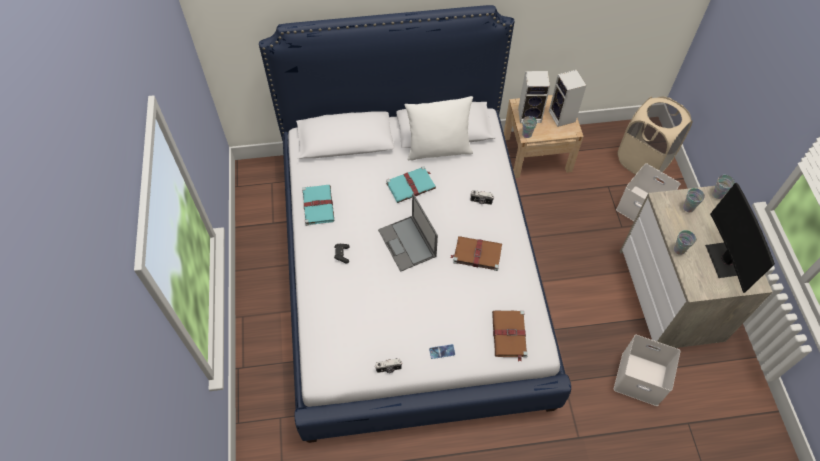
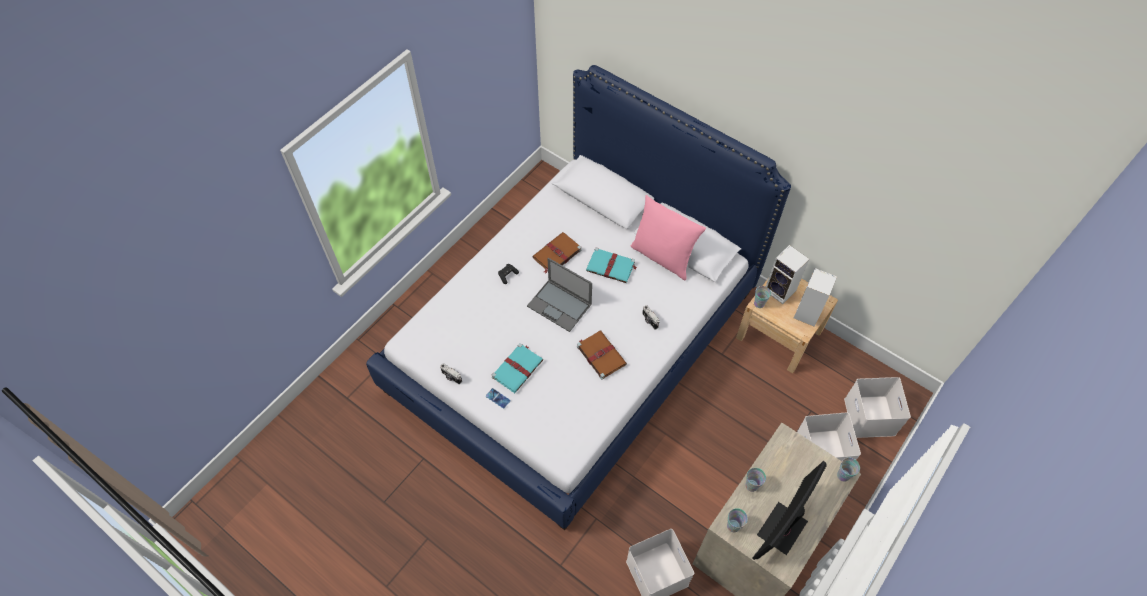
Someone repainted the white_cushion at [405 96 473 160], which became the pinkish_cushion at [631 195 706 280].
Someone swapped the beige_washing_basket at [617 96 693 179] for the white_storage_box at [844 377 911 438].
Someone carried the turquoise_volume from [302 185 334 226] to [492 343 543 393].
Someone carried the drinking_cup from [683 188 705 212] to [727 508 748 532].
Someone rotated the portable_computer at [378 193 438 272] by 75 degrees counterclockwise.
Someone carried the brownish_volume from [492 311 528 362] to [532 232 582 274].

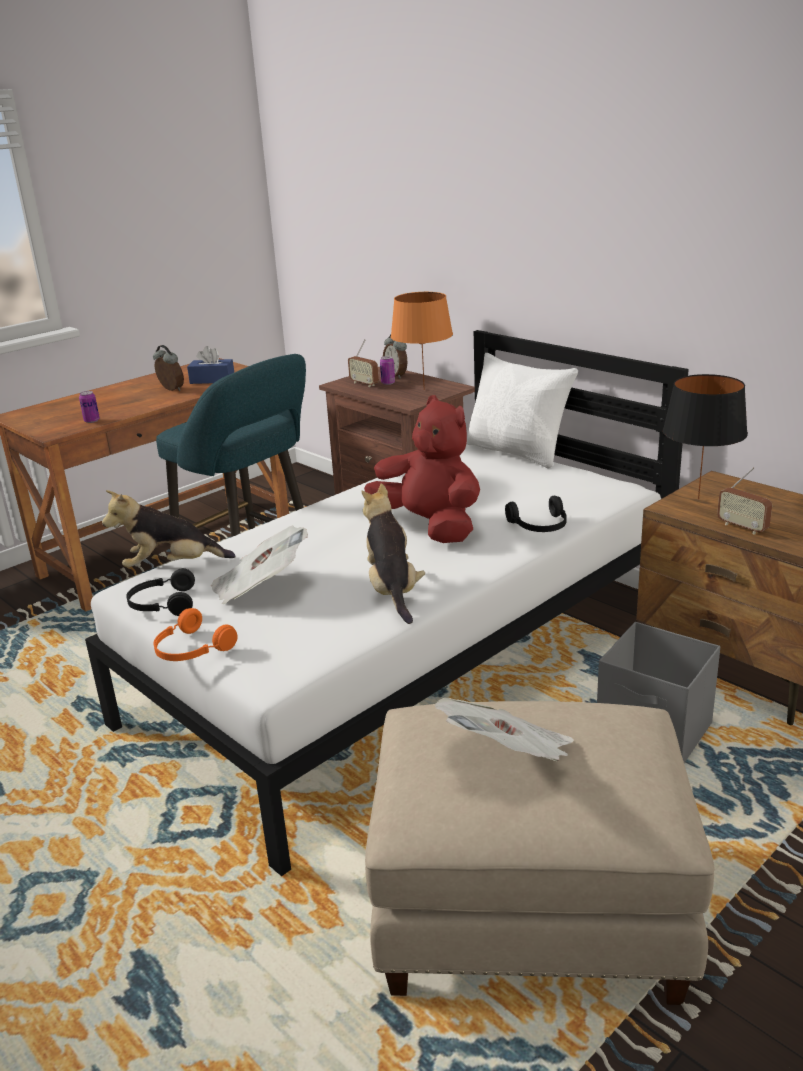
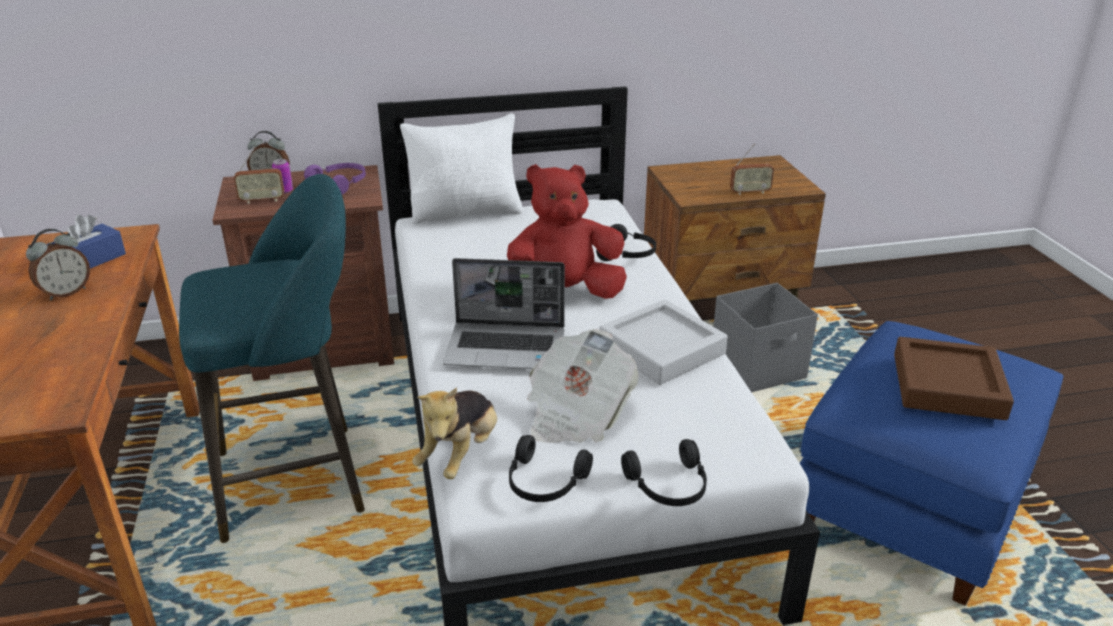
Someone swapped the orange_table_lamp at [391 292 453 390] for the purple_pair_of_headphones at [304 163 366 194].
Someone rotated the table_clock at [153 345 184 391] by 150 degrees clockwise.
Someone took away the black_table_lamp at [663 374 748 500].
Someone took away the can at [79 391 100 423].
Someone swapped the plush_toy at [362 483 425 624] for the greyish_tray at [599 299 728 385].
Someone repainted the orange_pair_of_headphones at [154 608 238 661], which became the black_pair_of_headphones at [621 439 707 506].
Someone swapped the daily_paper at [435 698 574 761] for the brownish_tray at [894 337 1014 420].
Someone repainted the beige_footrest at [365 701 715 1005], which became the blue_footrest at [800 321 1063 606].
Someone put down the portable_computer at [443 258 565 369].

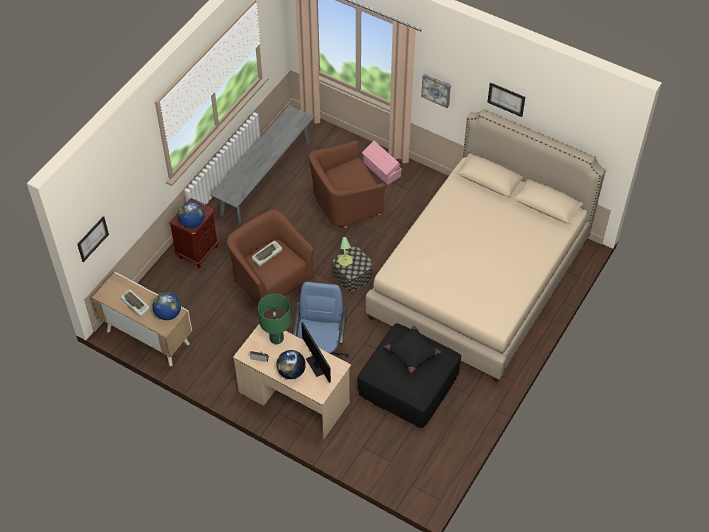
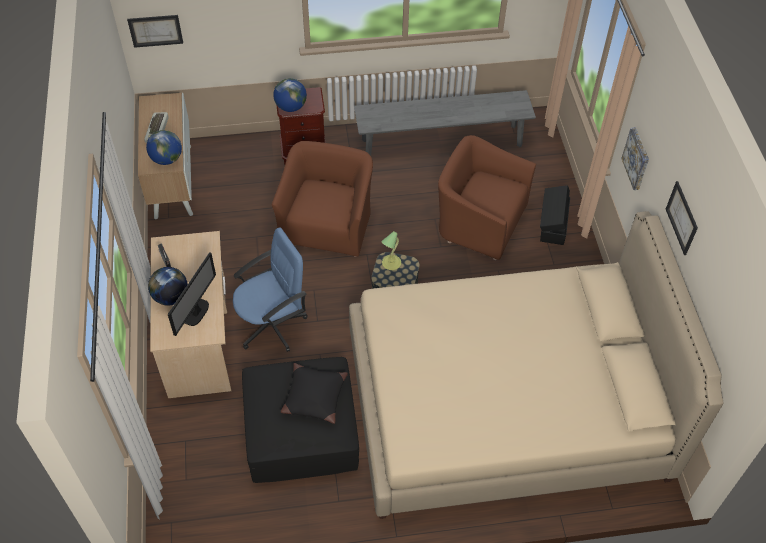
Someone repainted the pinkish_storage_box at [362 141 401 185], which became the black_storage_box at [540 185 570 245].
Someone took away the keyboard at [252 241 282 266].
Someone took away the green-coloured_table_lamp at [258 294 291 344].

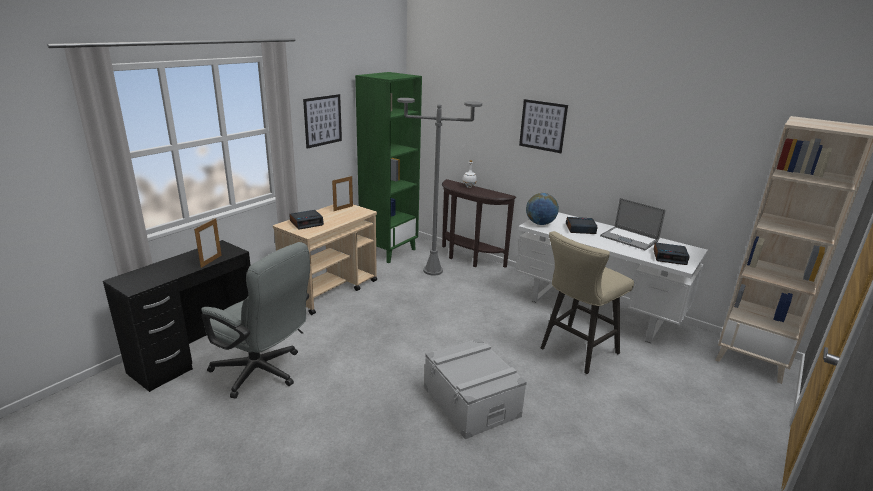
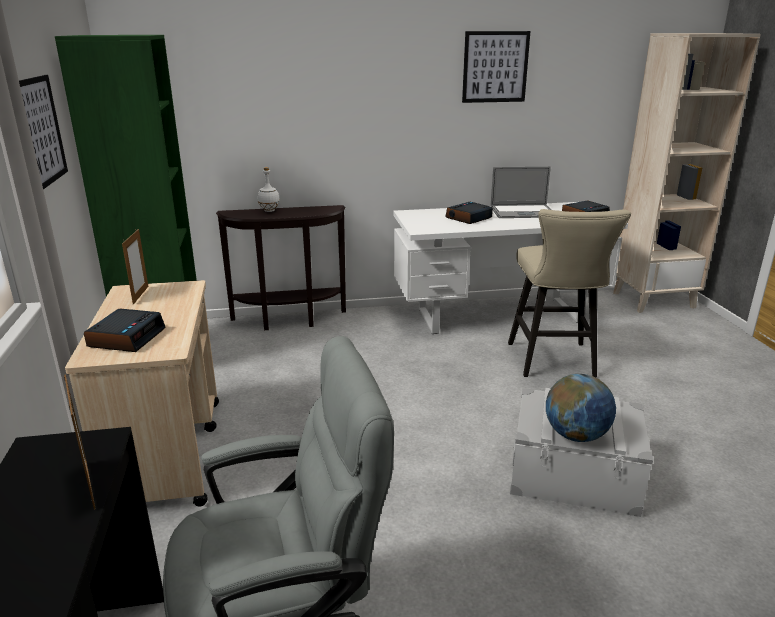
Someone took away the greyish_floor_lamp at [397 98 482 276].
Someone carried the wall_art from [519 99 568 153] to [462 31 531 103].
Someone carried the globe from [526 193 559 225] to [546 374 616 442].

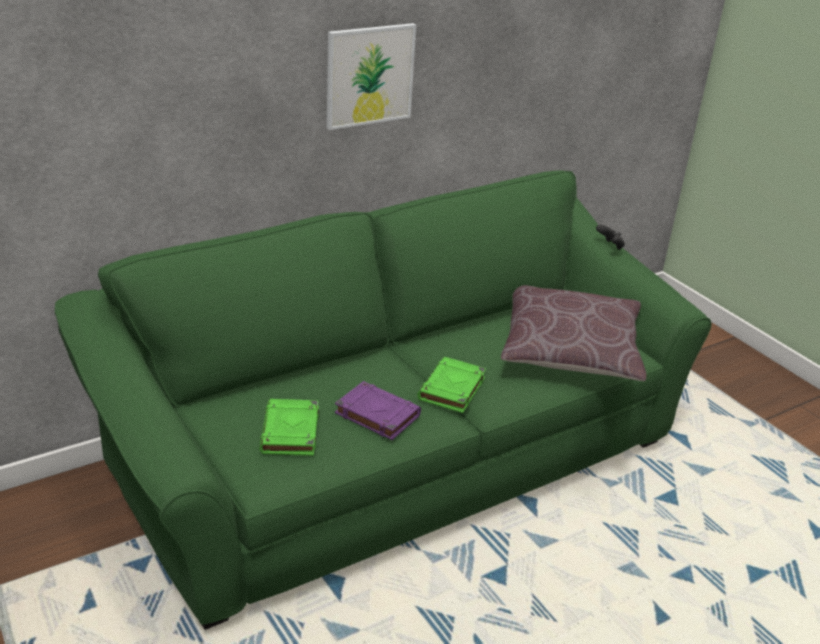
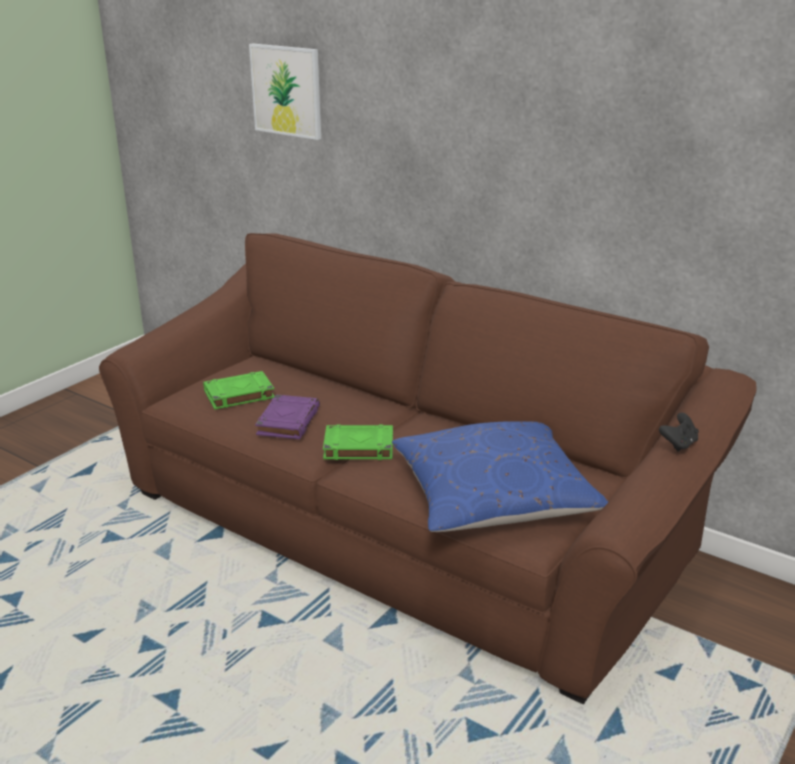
Someone carried the wall_art from [327 23 416 130] to [249 44 321 140].
Someone repainted the green-coloured_couch at [55 171 712 630], which became the brownish_couch at [99 233 757 704].
Someone repainted the brownish_cushion at [501 285 646 381], which became the blue_cushion at [392 421 608 532].

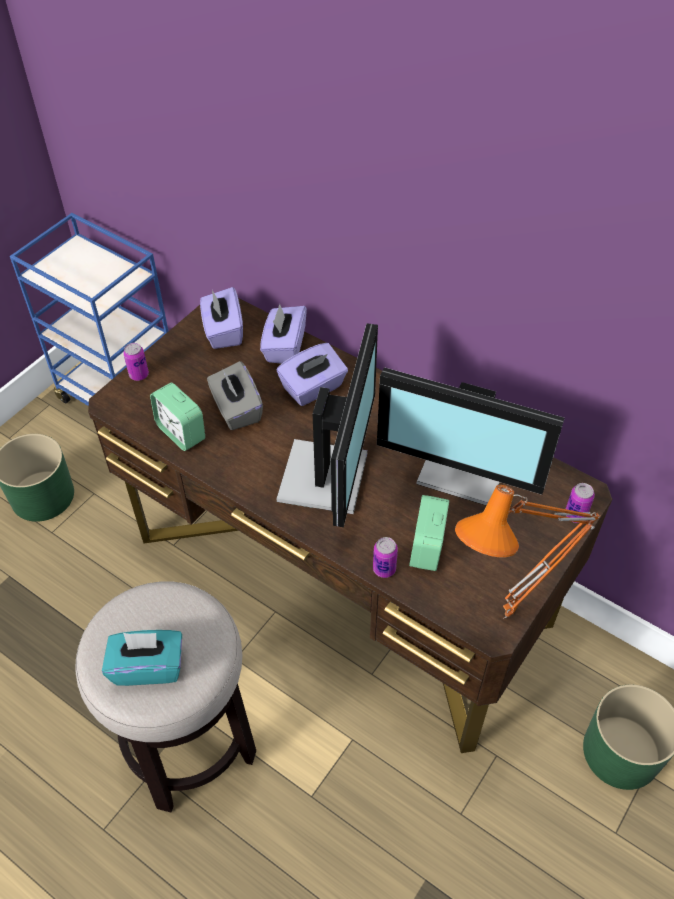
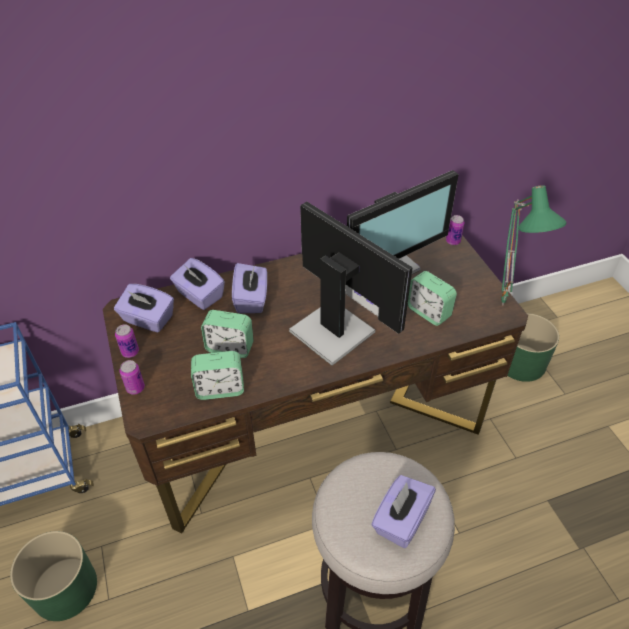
Someone swapped the greyish_tissue_box at [207 361 263 430] for the table_clock at [201 310 254 358].
Someone repainted the orange_table_lamp at [455 485 600 619], which became the green-coloured_table_lamp at [501 185 566 305].
Someone carried the can from [373 537 398 578] to [115 324 139 358].
Someone repainted the turquoise_tissue_box at [102 630 182 686], which became the purple_tissue_box at [371 475 436 548].

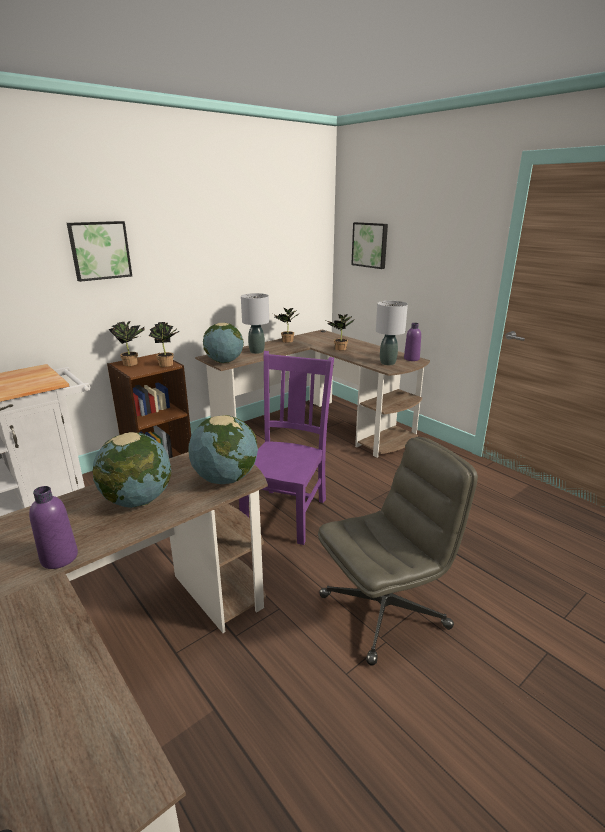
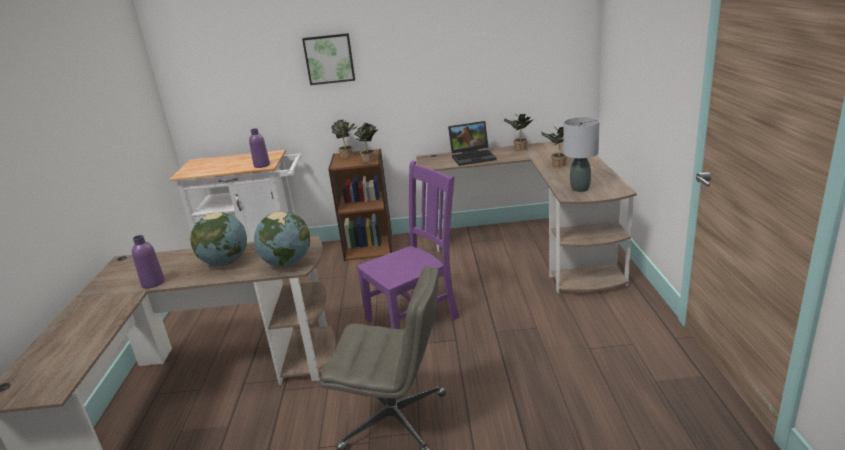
Someone took away the wall_art at [351 222 388 269].
Someone swapped the greyish_table_lamp at [241 293 269 354] for the portable_computer at [448 121 497 166].
Someone took away the globe at [203 323 244 363].
Someone carried the purple_bottle from [404 323 421 361] to [249 128 270 168].

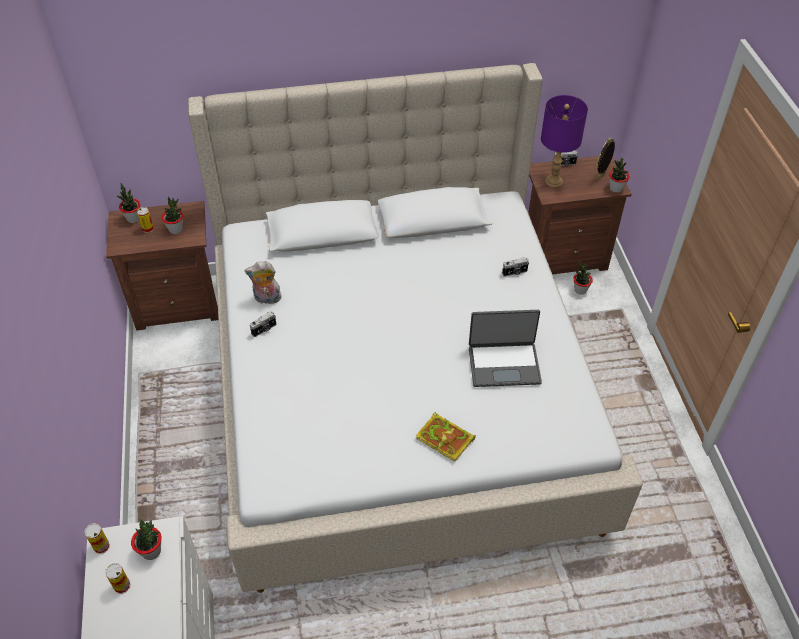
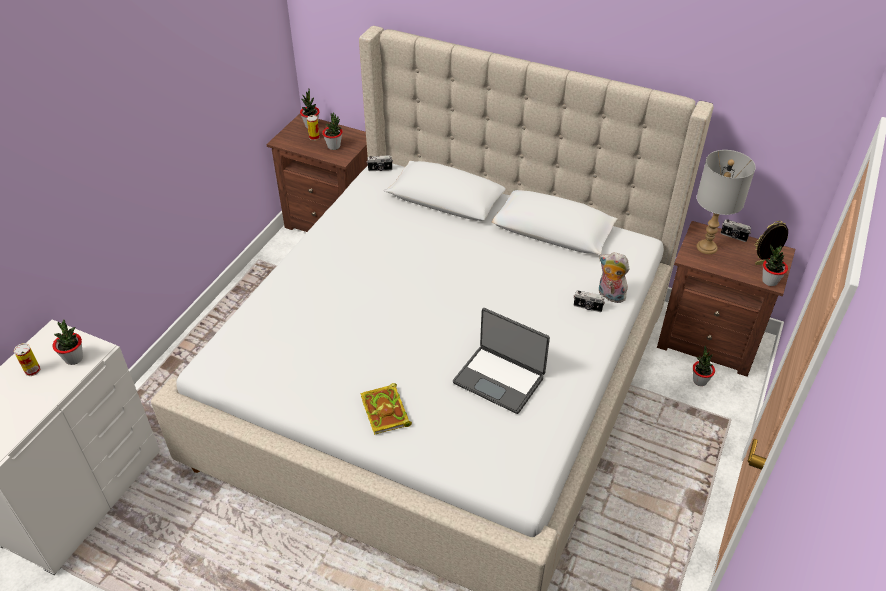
Someone repainted the purple_table_lamp at [541 95 588 188], which became the greyish_table_lamp at [696 150 756 254].
Someone carried the plush_toy from [244 261 282 304] to [599 252 630 303].
Someone carried the photo_camera from [250 311 276 337] to [367 155 393 171].
Someone took away the can at [85 523 110 554].

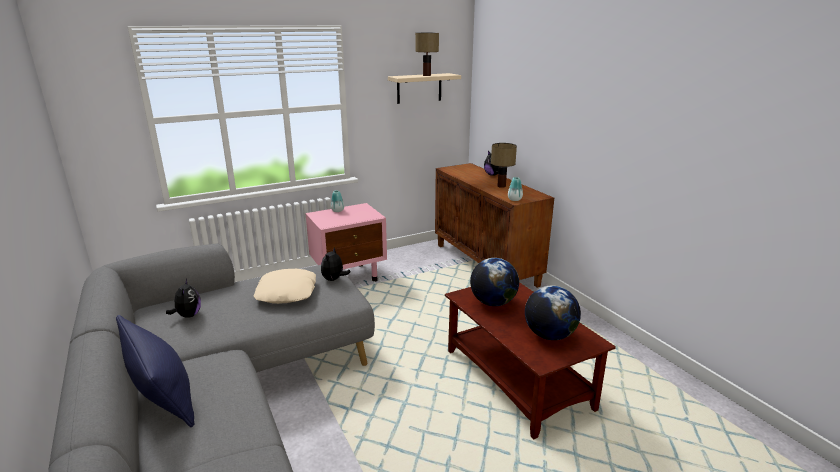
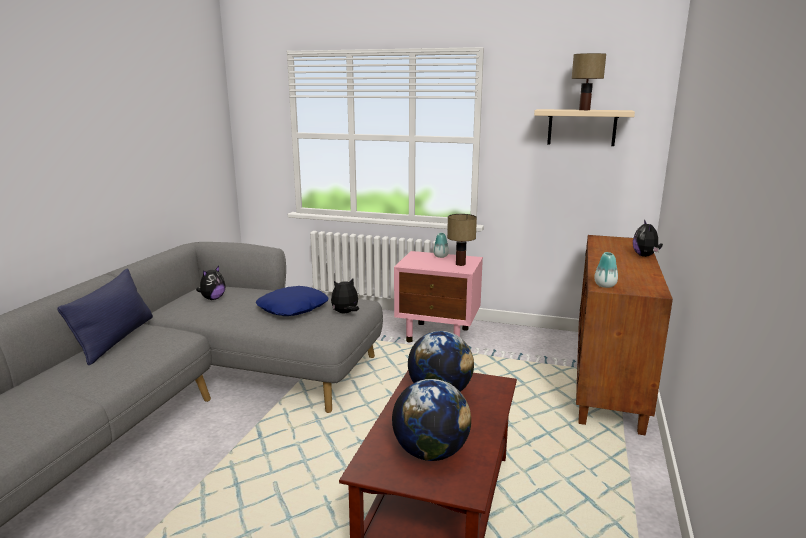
Someone carried the table_lamp from [491 143 517 188] to [447 214 477 266].
Someone repainted the beige_cushion at [253 269 316 304], which became the blue_cushion at [256 286 329 316].

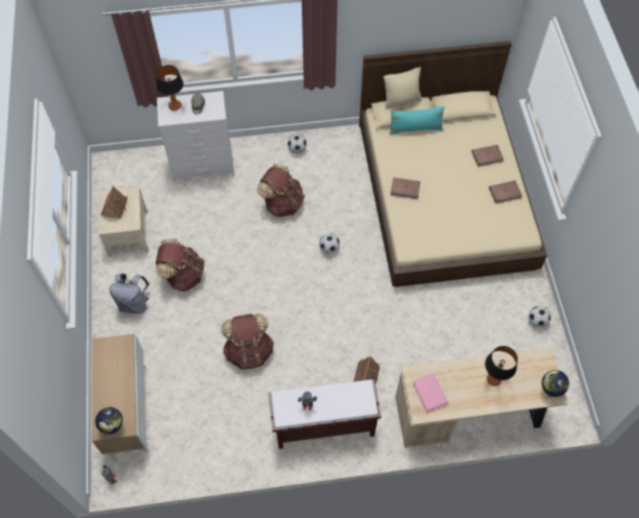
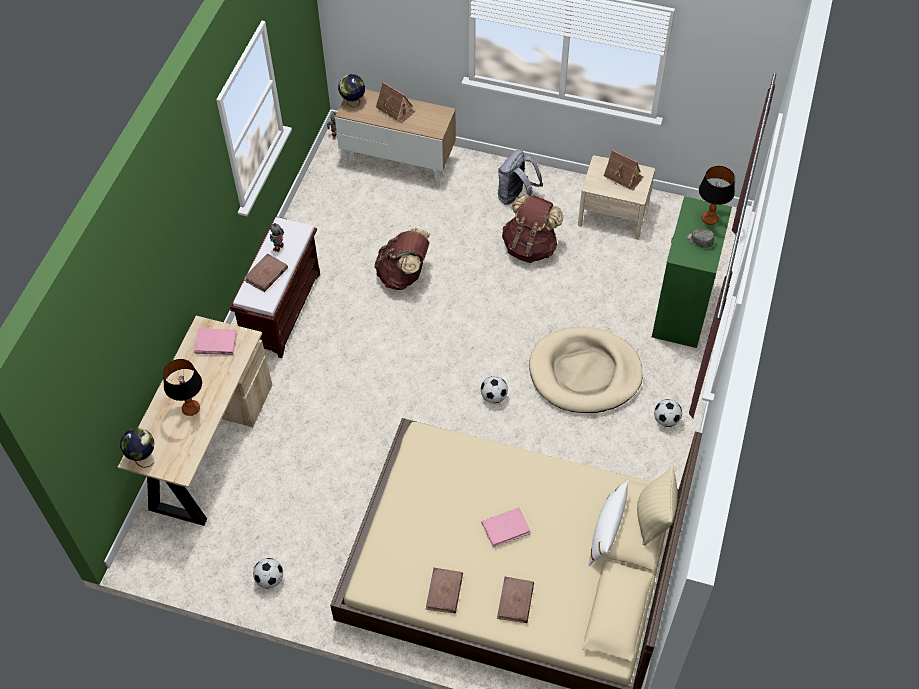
Someone repainted the white_drawer_chest at [157 91 234 183], which became the green-coloured_drawer_chest at [652 196 732 348].
Someone repainted the turquoise_cushion at [389 106 445 135], which became the white_cushion at [588 480 628 566].
Someone swapped the brownish_backpack at [257 164 305 217] for the beige_dog_bed at [529 327 643 413].
Someone carried the brownish_volume from [390 177 420 199] to [244 254 288 292].
Someone carried the miniature_house from [353 356 380 384] to [376 82 416 123].
Someone put down the pinkish_volume at [481 507 531 547].

